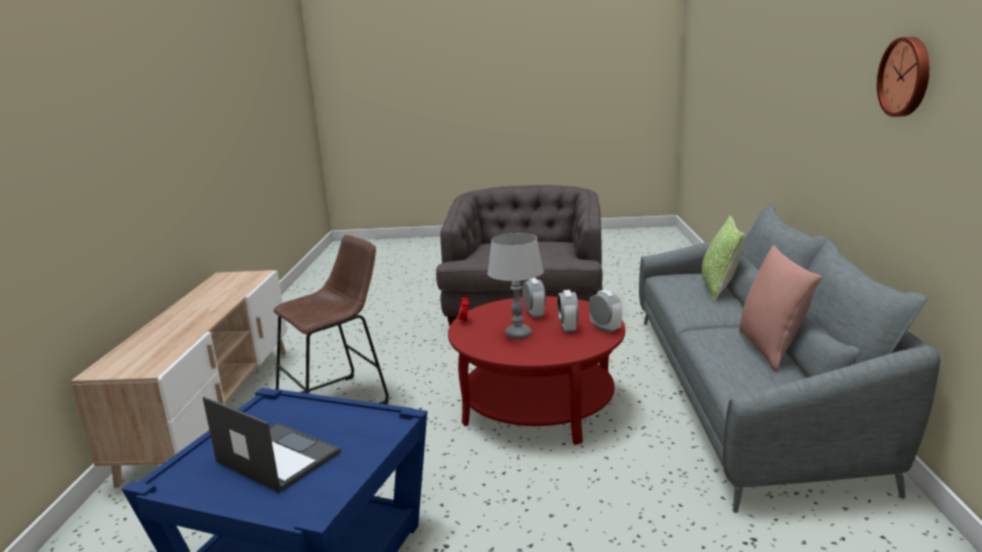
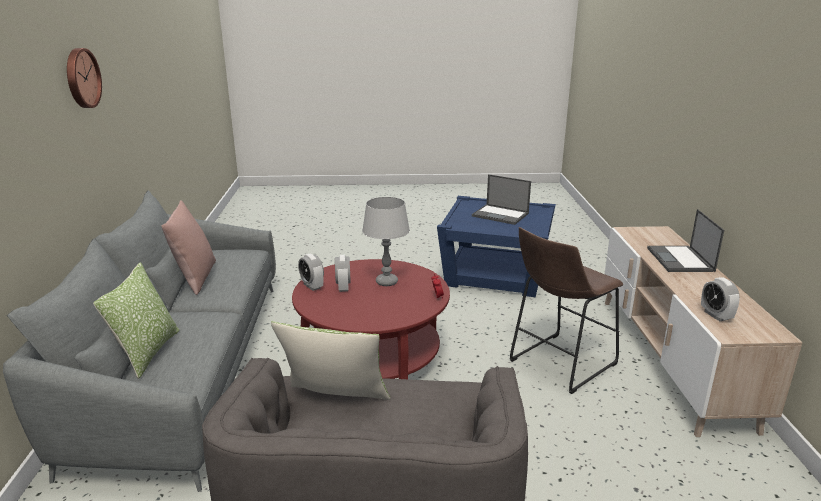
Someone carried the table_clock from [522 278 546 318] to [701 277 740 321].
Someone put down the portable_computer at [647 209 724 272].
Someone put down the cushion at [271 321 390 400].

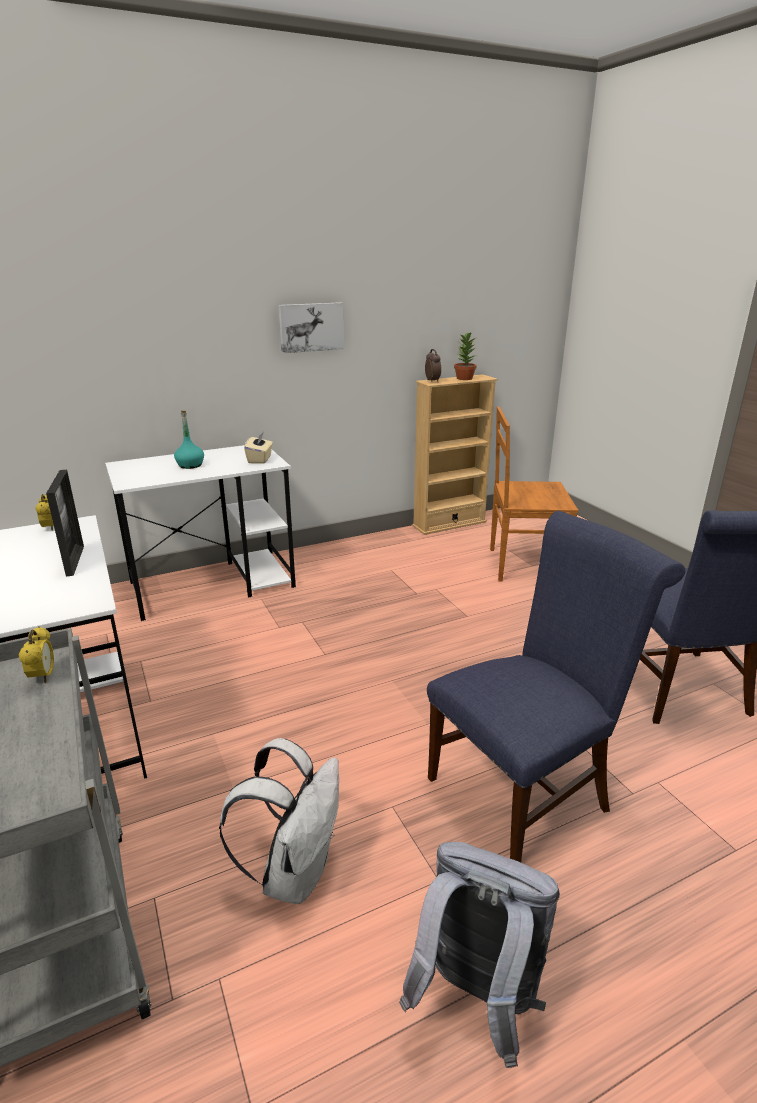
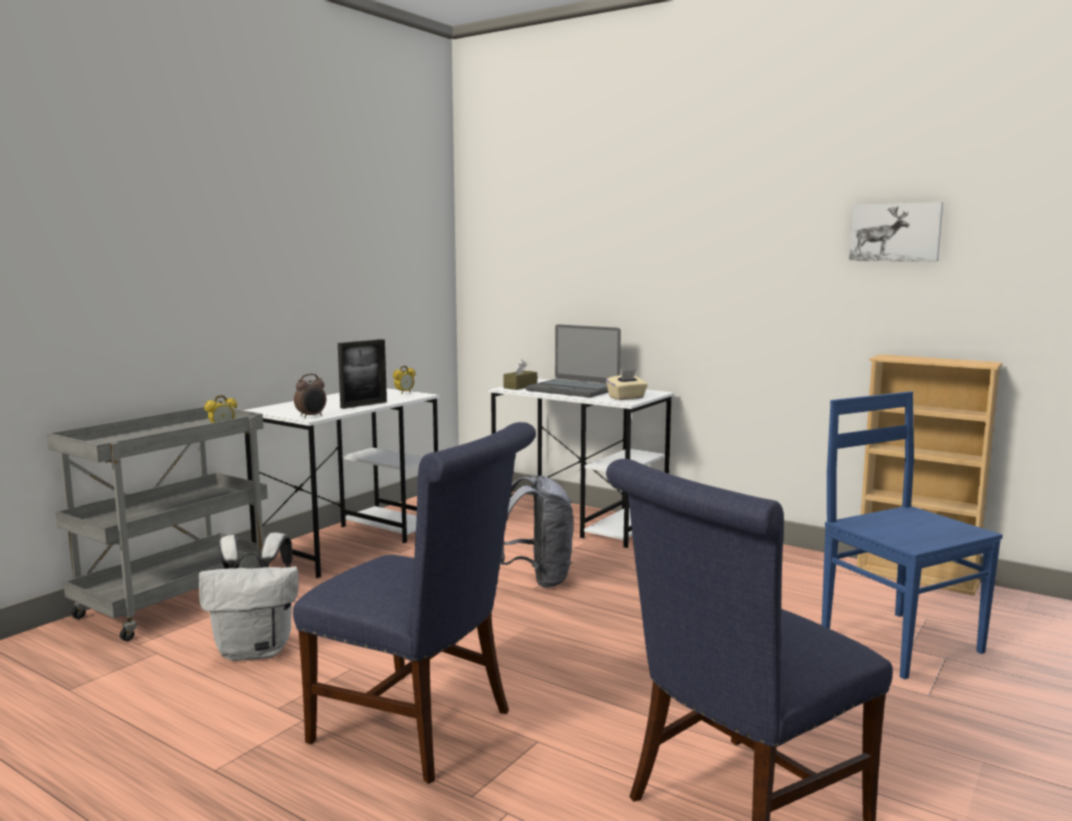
Someone carried the wall_art from [278 302 344 353] to [849 202 943 261].
Someone took away the plant_in_a_pot at [454 332 477 380].
Someone carried the table_clock from [425 349 441 381] to [294 374 326 418].
Someone repainted the brownish_chair at [490 406 579 581], which became the blue_chair at [822 391 1003 680].
Someone swapped the turquoise_bottle at [174 410 204 469] for the portable_computer at [526 324 621 397].
Someone carried the greyish_backpack from [399 842 560 1068] to [500 475 574 588].
Someone put down the brownish_tissue_box at [503 359 537 390].

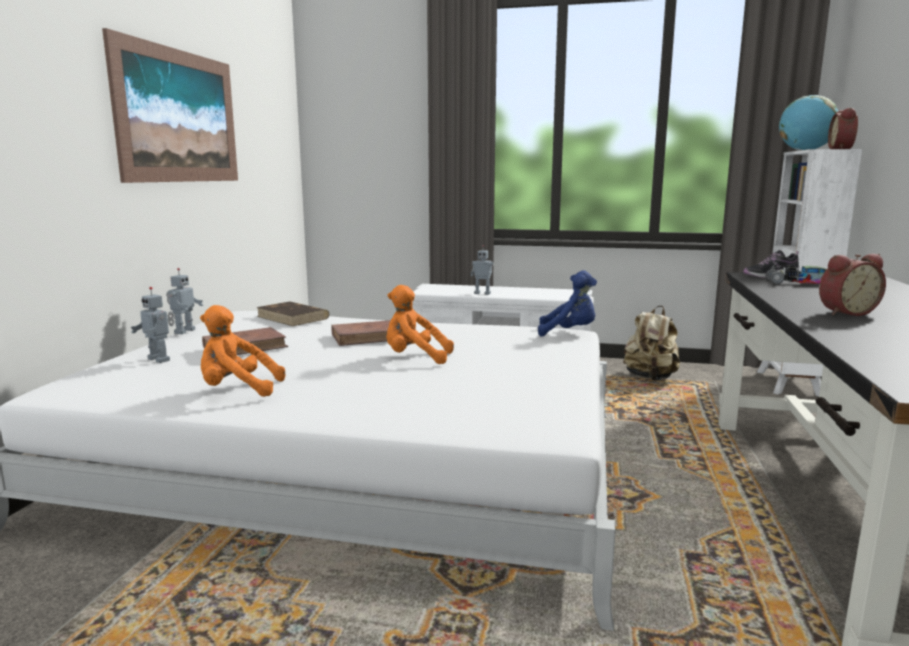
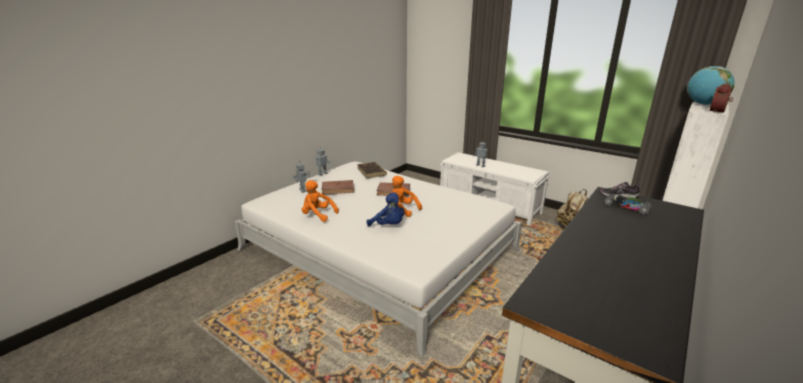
Someone took away the wall_art at [102 28 238 183].
Someone took away the table_clock at [819 254 886 316].
Someone carried the blue_plush_toy from [538 270 597 337] to [367 192 404 226].

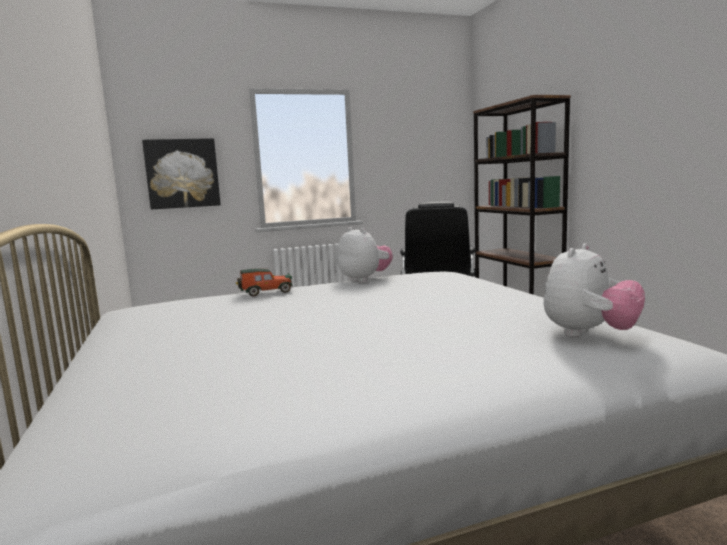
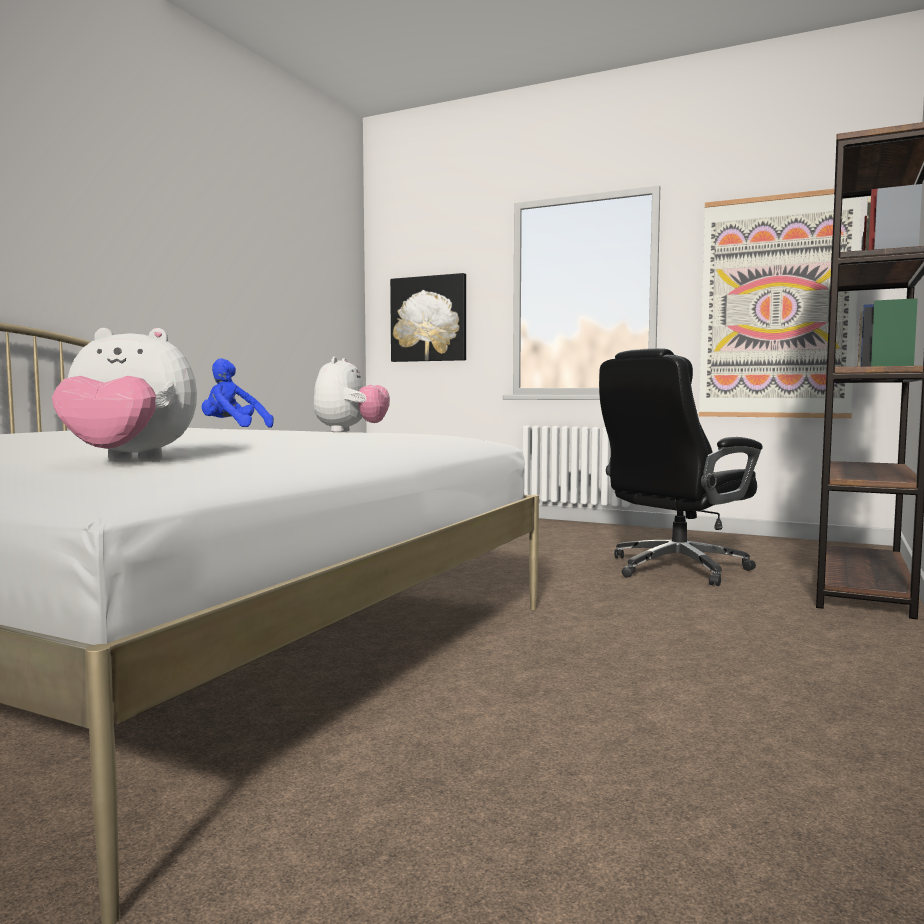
Someone swapped the miniature_car at [236 268 293 296] for the blue_plush_toy at [202 359 274 428].
Someone put up the wall_art at [699 189 862 418].

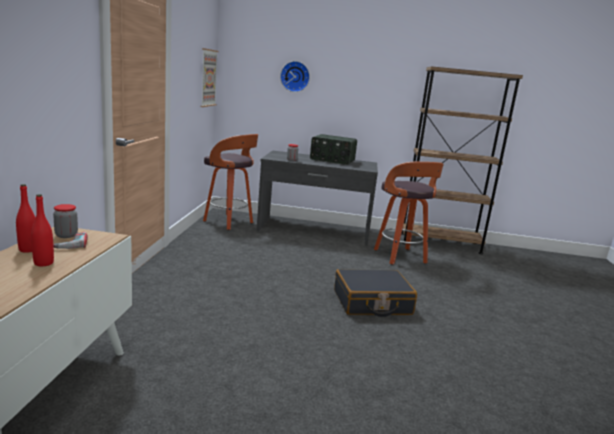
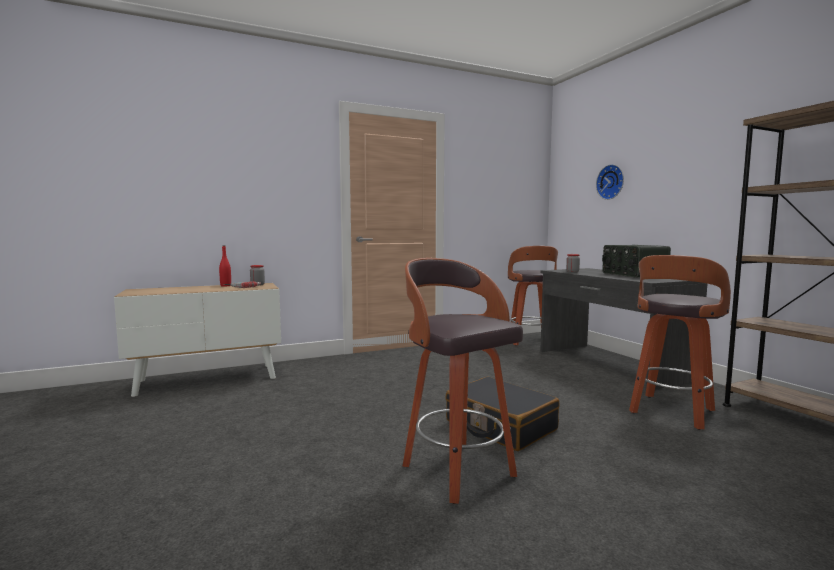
Someone took away the wall_art at [200 48 218 107].
Someone took away the red-coloured_bottle at [31 194 54 266].
Someone put down the stool at [403 258 523 504].

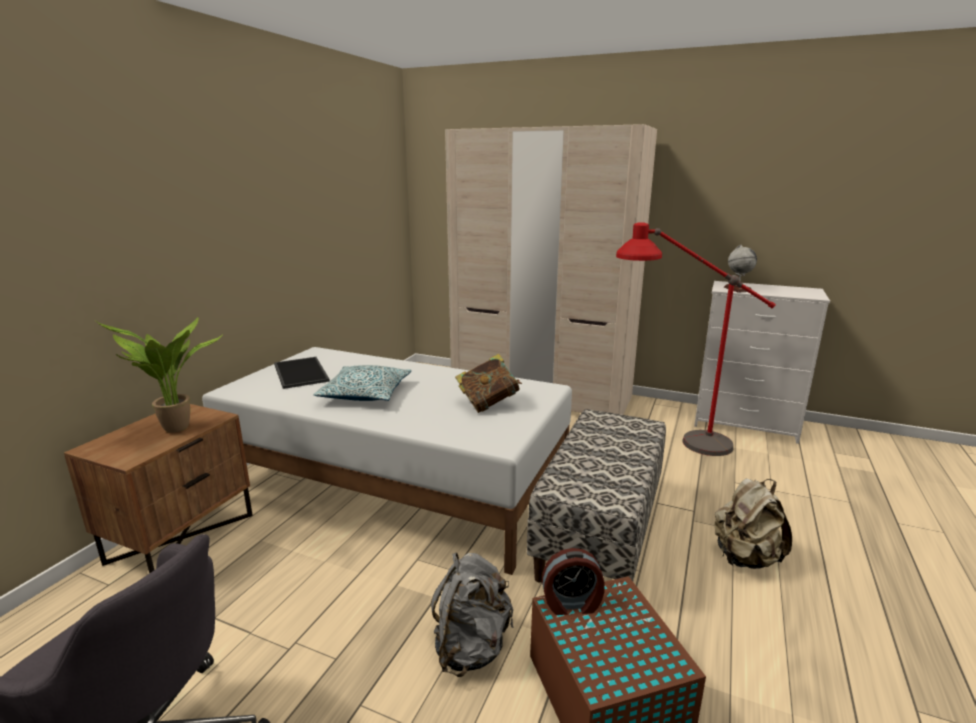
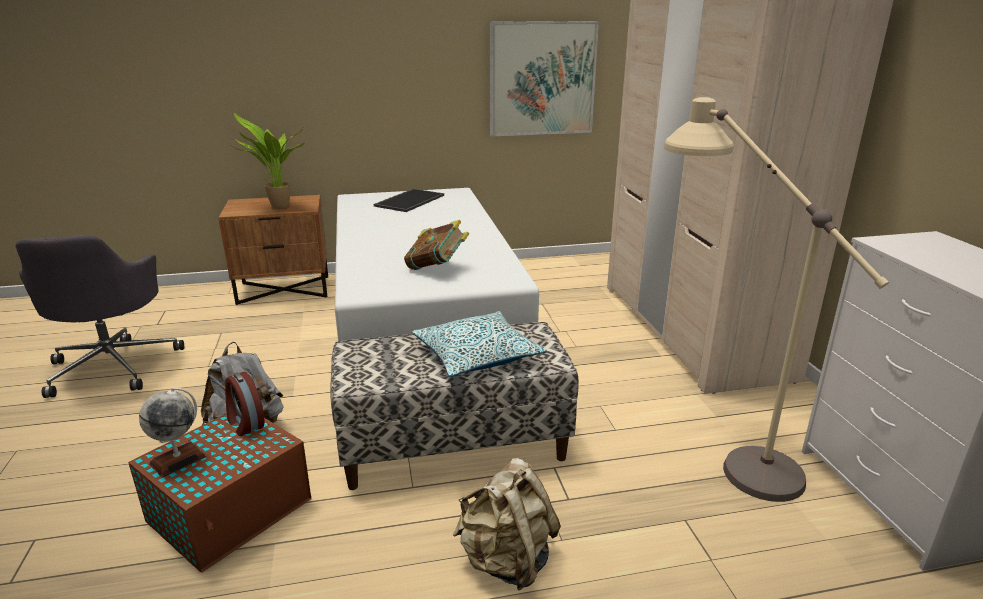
Someone repainted the red-coloured_floor_lamp at [616 222 776 456], which became the beige_floor_lamp at [664 97 889 502].
Someone carried the globe from [724 245 757 293] to [139 387 207 478].
Someone carried the cushion from [313 365 411 401] to [412 311 547 377].
Someone put up the wall_art at [490 21 599 136].

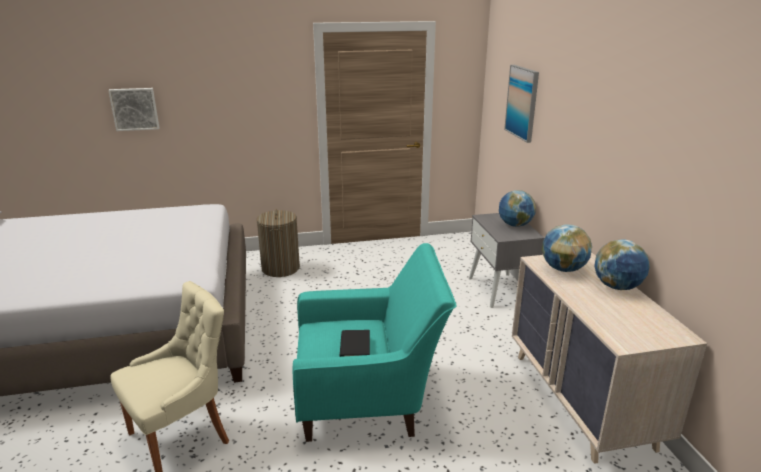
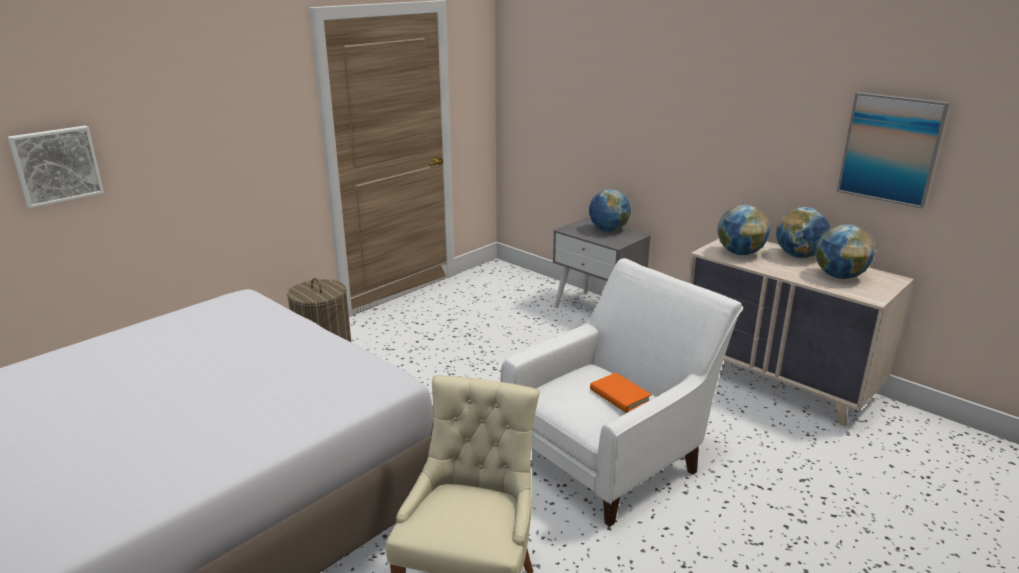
Someone carried the wall_art from [504 65 539 143] to [837 92 950 208].
Someone repainted the turquoise_armchair at [293 243 457 442], which became the white_armchair at [500 258 743 527].
Someone repainted the black_volume at [340 330 370 357], which became the orange_volume at [590 373 652 413].
Someone put down the globe at [815 224 875 279].

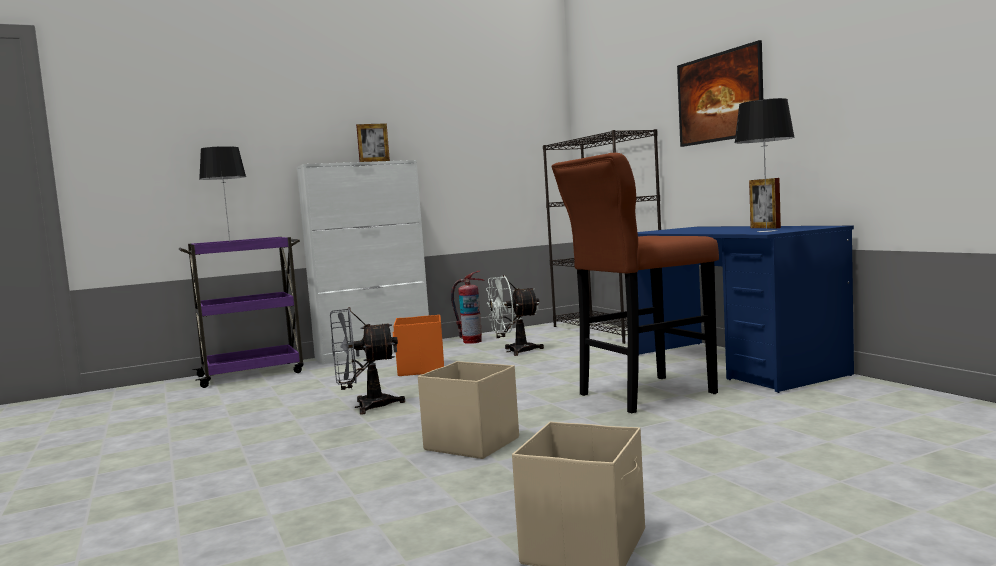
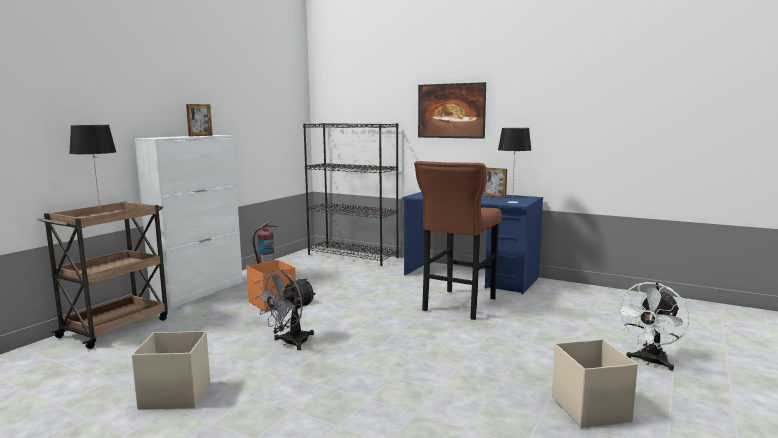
Someone repainted the purple_cart at [179 237 304 388], which became the brownish_cart at [37 201 168 349].
Someone carried the white_fan from [486 275 544 356] to [615 282 689 371].
Someone carried the beige_storage_box from [418 361 519 459] to [132 331 210 410].

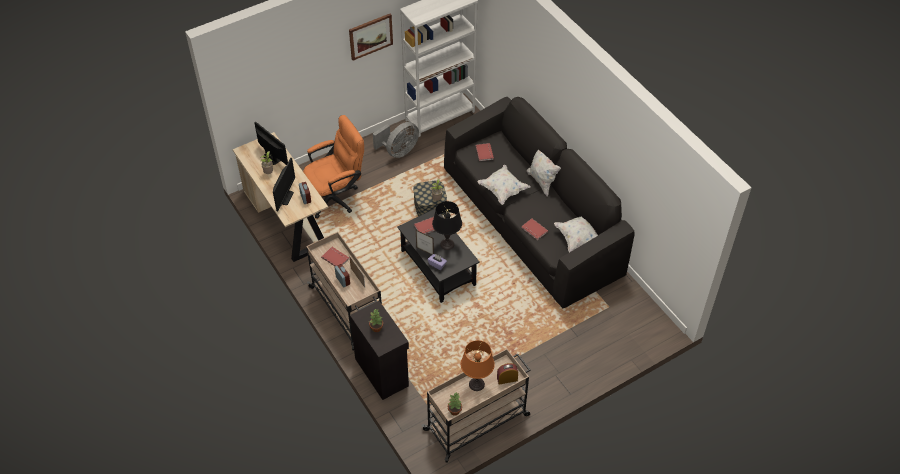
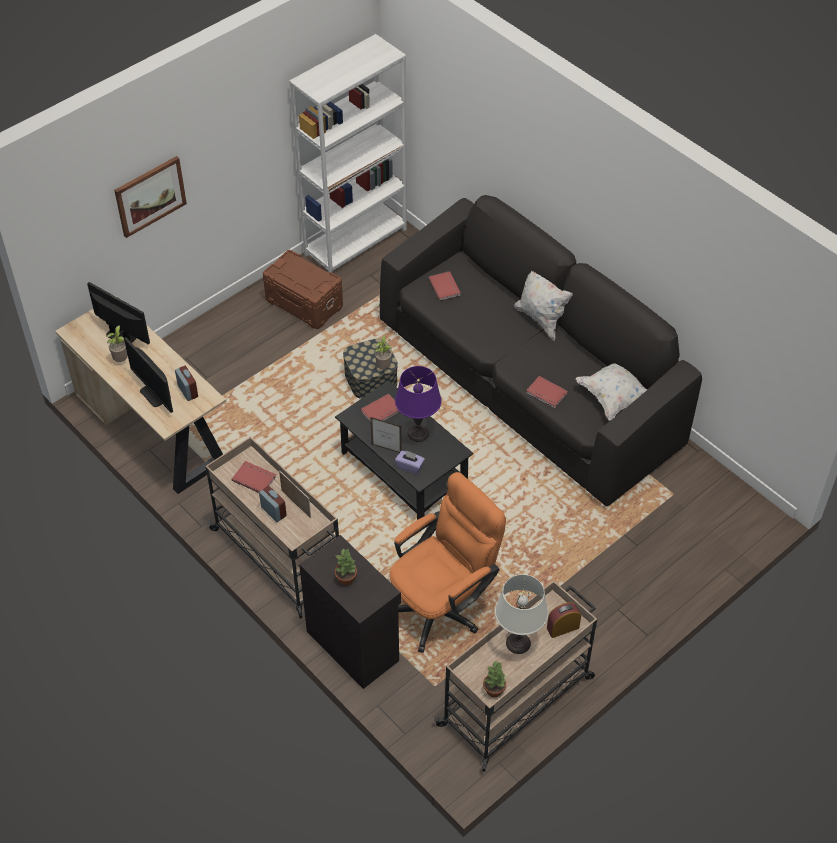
Someone carried the wall_art from [349 14 393 60] to [114 156 187 238].
Someone carried the orange_office_chair from [303 115 364 219] to [390 472 506 653].
Someone swapped the greyish_fan at [373 122 419 158] for the brownish_storage_box at [263 250 343 329].
Someone rotated the computer_screen at [273 158 295 211] by 135 degrees clockwise.
Someone took away the white_cushion at [477 165 531 205].
Someone repainted the black_table_lamp at [432 201 462 250], which became the purple_table_lamp at [395 366 442 442].
Someone repainted the orange_table_lamp at [461 340 495 391], which became the white_table_lamp at [495 574 548 654].

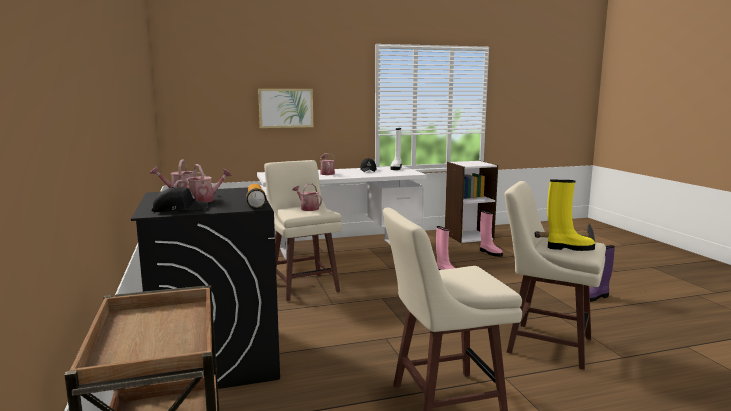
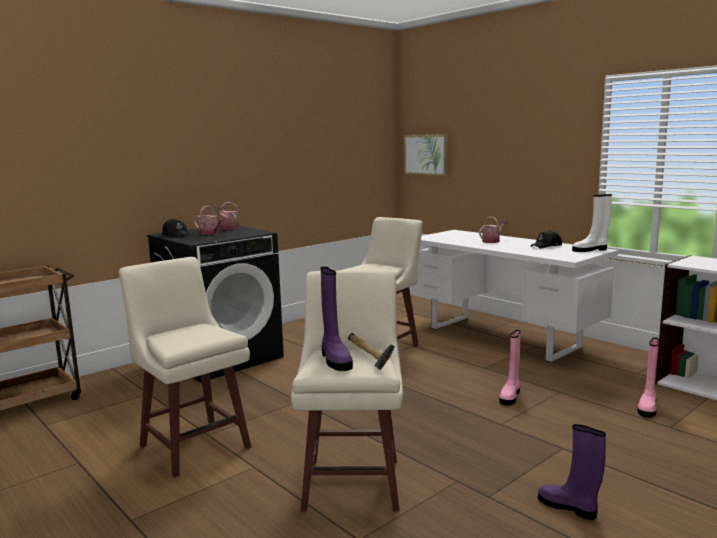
Someone carried the wall_art from [258 89 313 128] to [404 134 448 176].
Someone repainted the yellow_tall_boot at [547 179 595 251], which became the purple_tall_boot at [320 267 353 371].
Someone took away the watering_can at [293 183 322 211].
Someone took away the hand_torch at [246 184 266 209].

